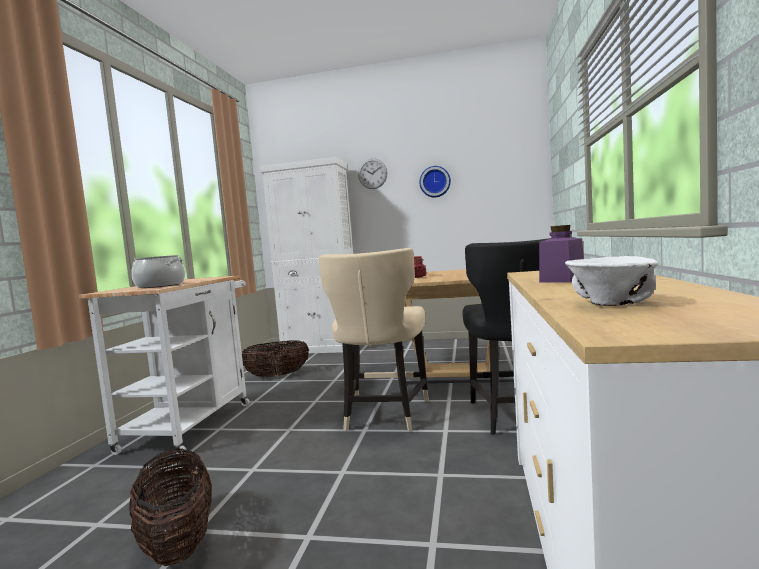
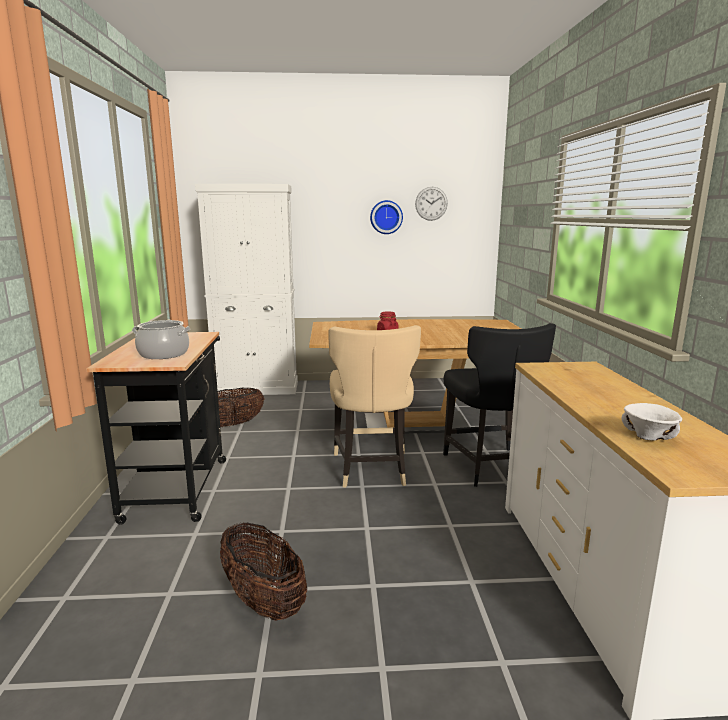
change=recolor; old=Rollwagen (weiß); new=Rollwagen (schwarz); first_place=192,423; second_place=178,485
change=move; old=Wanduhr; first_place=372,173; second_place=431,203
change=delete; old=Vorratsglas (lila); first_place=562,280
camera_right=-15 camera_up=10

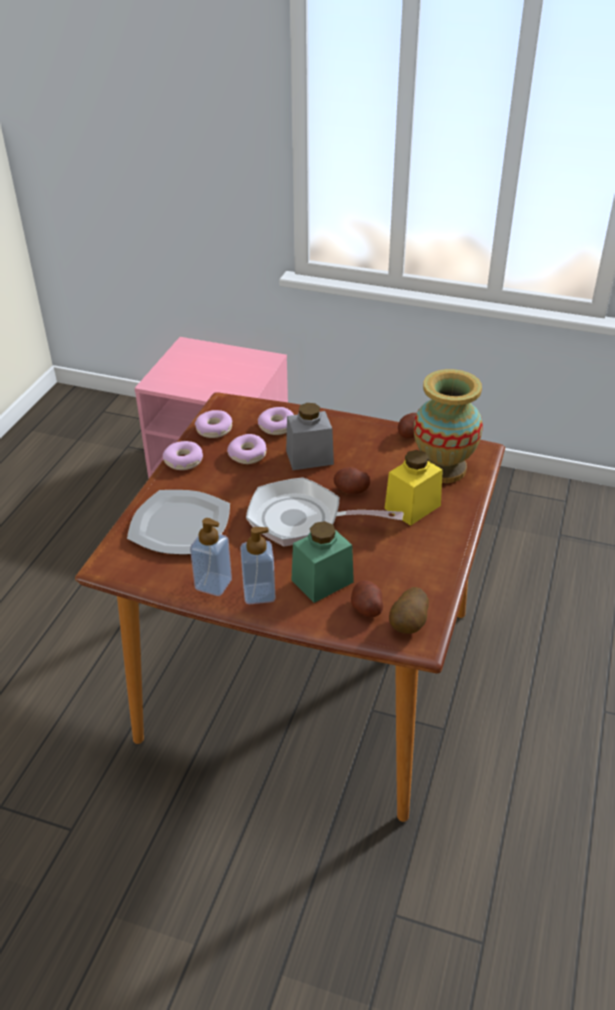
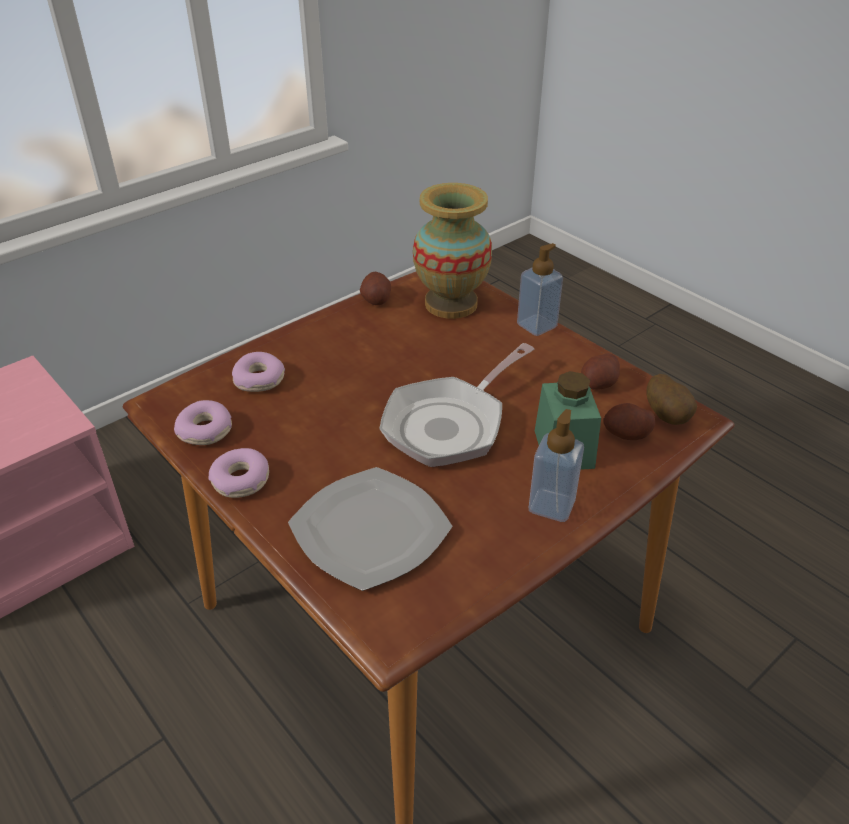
change=move; old=Seifenspender; first_place=213,584; second_place=536,325
change=delete; old=Donut; first_place=248,455
change=delete; old=Vorratsglas (grau); first_place=309,457
change=move; old=Kartoffel; first_place=351,490; second_place=598,384
change=delete; old=Vorratsglas (gelb); first_place=412,507
camera_right=-60 camera_up=0

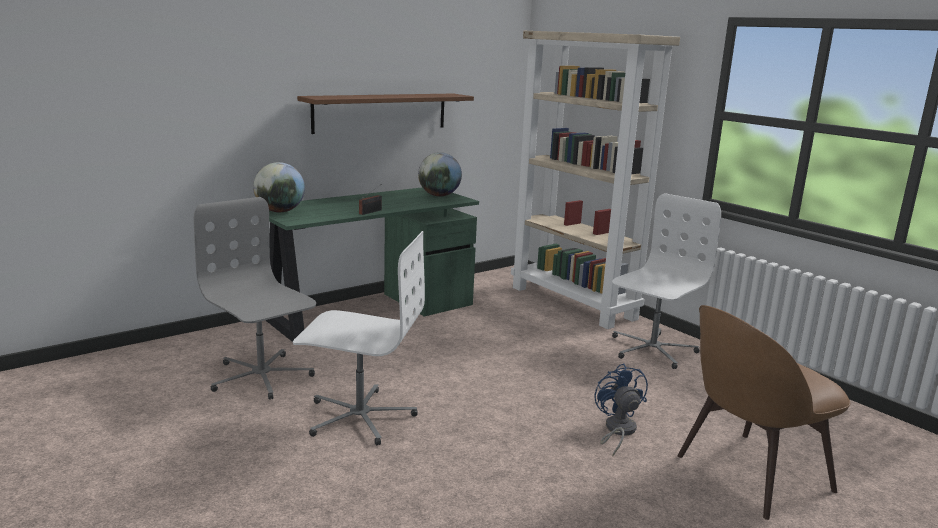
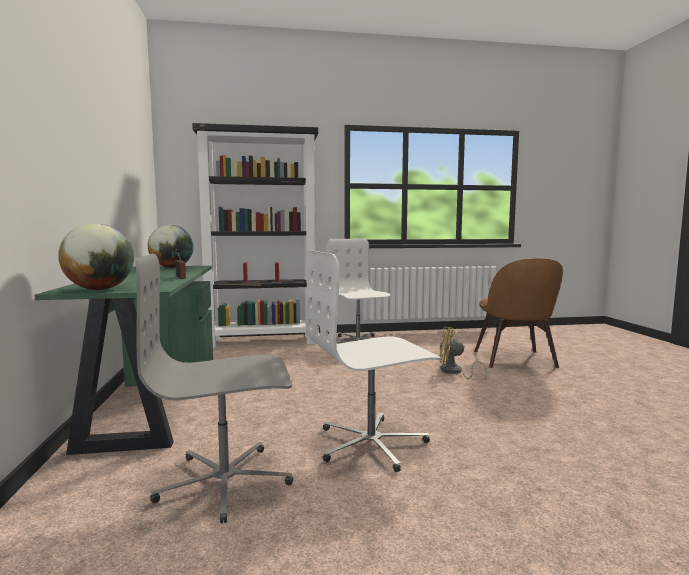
change=rotate; old=Bürostuhl (weiß); first_place=359,416; second_place=372,444; degrees=-150
change=delete; old=Wandregal (braun); first_place=381,112
change=recolor; old=Bücherregal (beige); new=Bücherregal (schwarz); first_place=574,303; second_place=263,341
change=recolor; old=Ventilator (blau); new=Ventilator (gelb); first_place=617,431; second_place=454,372
camera_right=-60 camera_up=-10

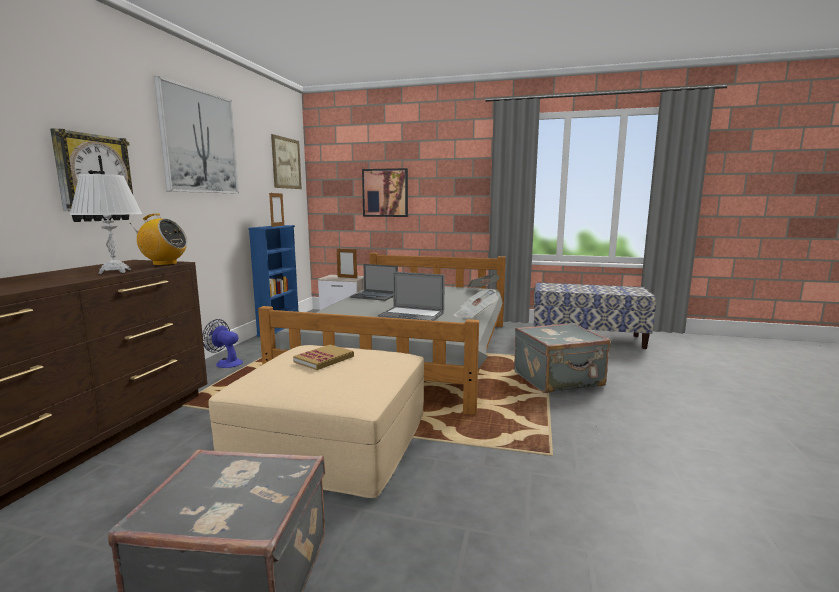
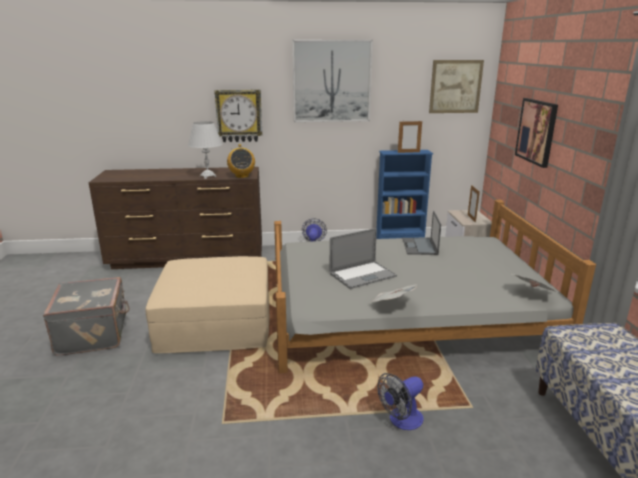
change=delete; old=Buch; first_place=324,359
change=rotate; old=Laptop; first_place=411,315; second_place=362,275; degrees=-120
change=replace; old=Koffer (grau); new=Ventilator; first_place=559,380; second_place=401,421
camera_right=70 camera_up=10

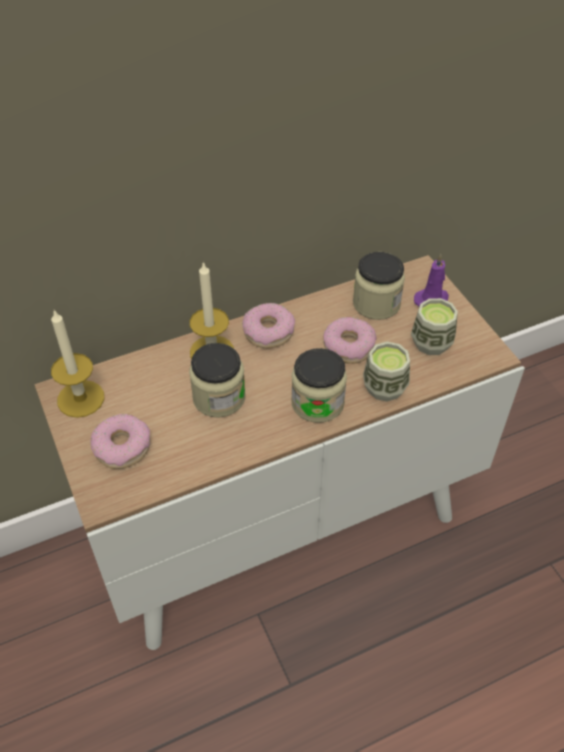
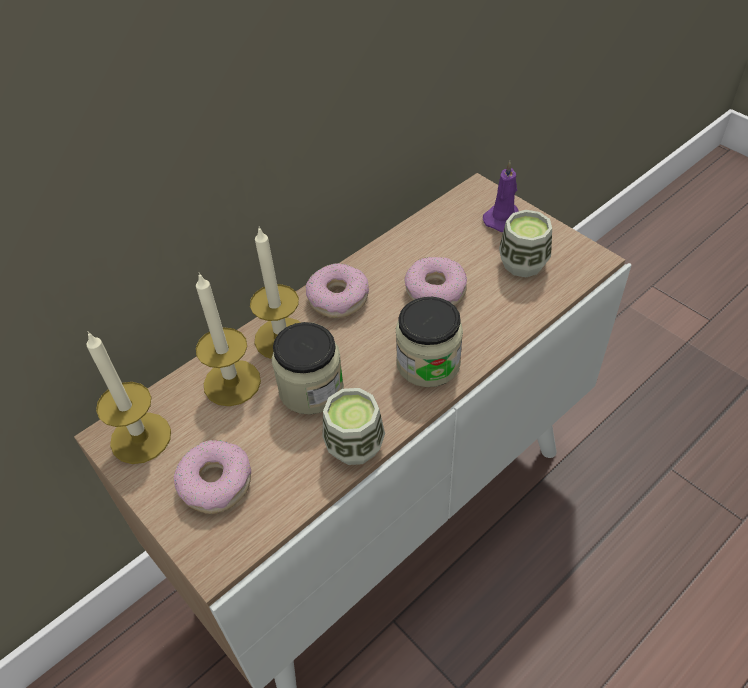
change=delete; old=Vorratsglas; first_place=376,303
change=move; old=Tasse; first_place=384,387; second_place=354,445
change=insert; new=Kerze; second_place=232,382
camera_right=-15 camera_up=0

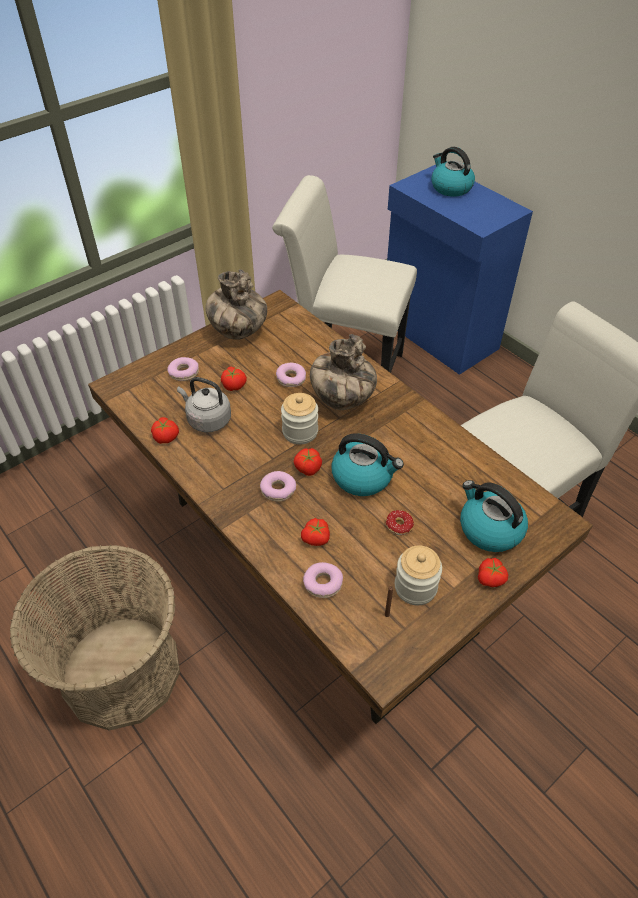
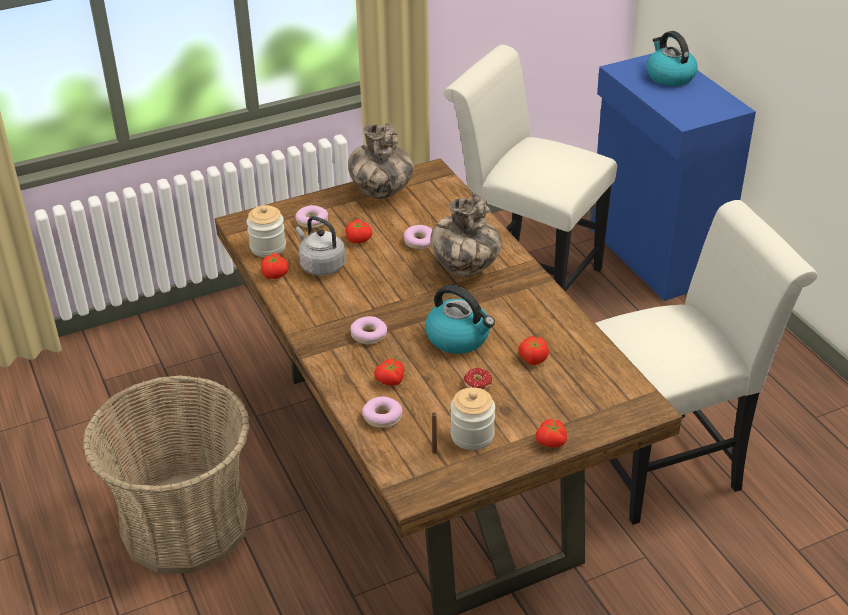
change=move; old=Vorratsglas; first_place=300,432; second_place=268,247
change=move; old=Tomate; first_place=307,468; second_place=533,358
change=delete; old=Wasserkessel; first_place=489,529
camera_right=15 camera_up=-10

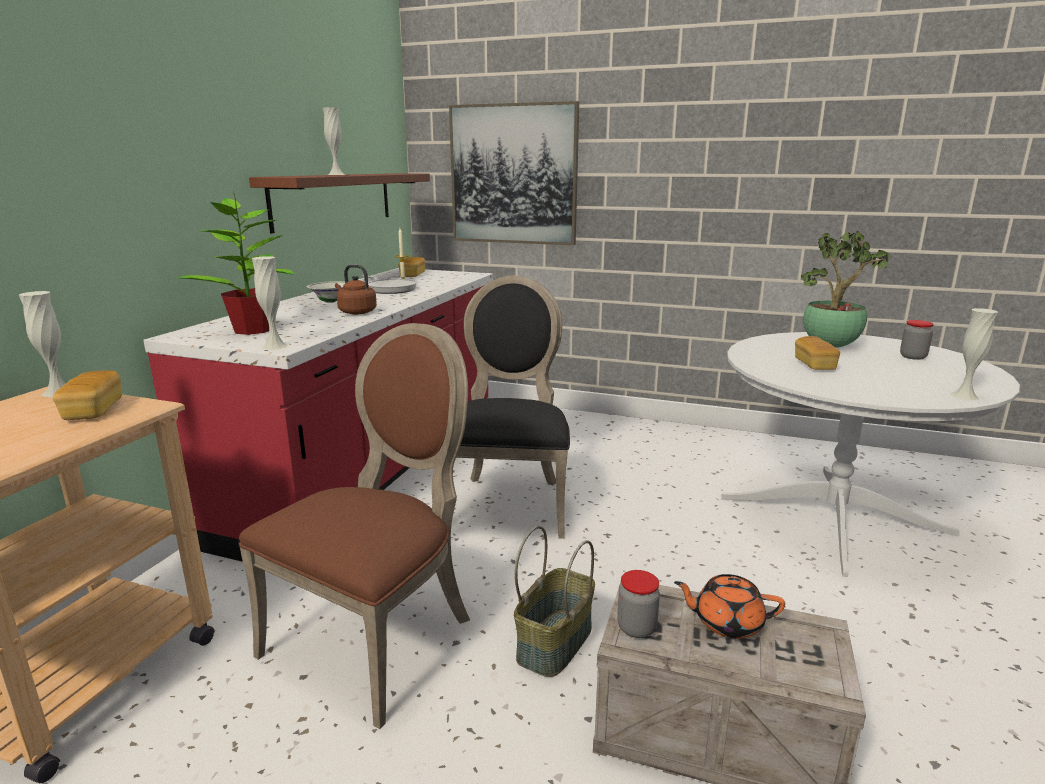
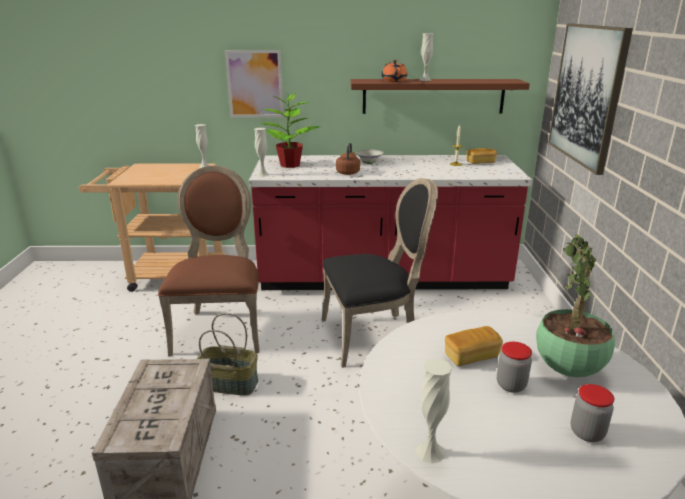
change=delete; old=Brot; first_place=93,411
change=rotate; old=Stuhl (braun); first_place=378,635; second_place=220,329; degrees=-105
change=delete; old=Pfanne; first_place=389,289
change=move; old=Vorratsglas; first_place=636,628; second_place=511,385
change=move; old=Teekanne (orange); first_place=726,622; second_place=394,80
change=insert; new=Bild; second_place=255,84
camera_right=70 camera_up=5

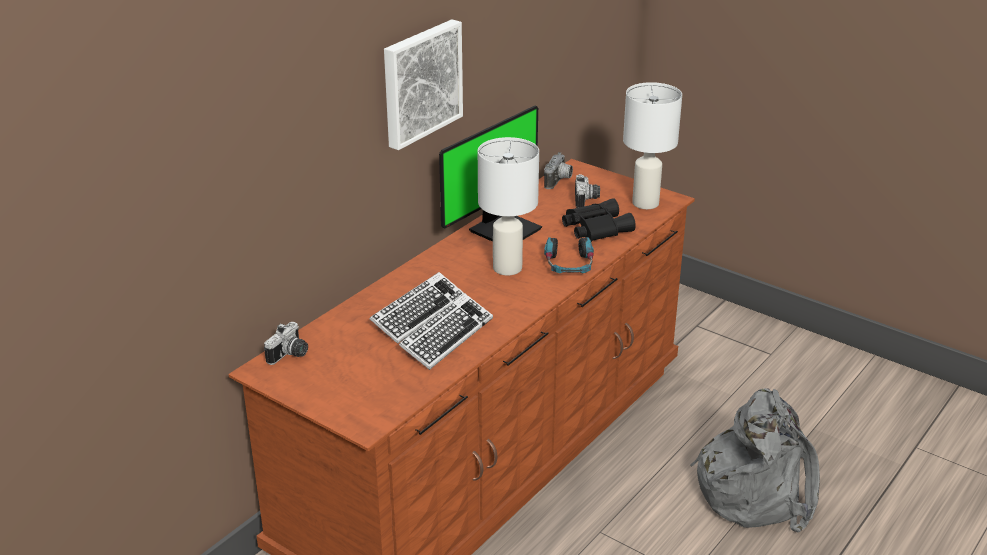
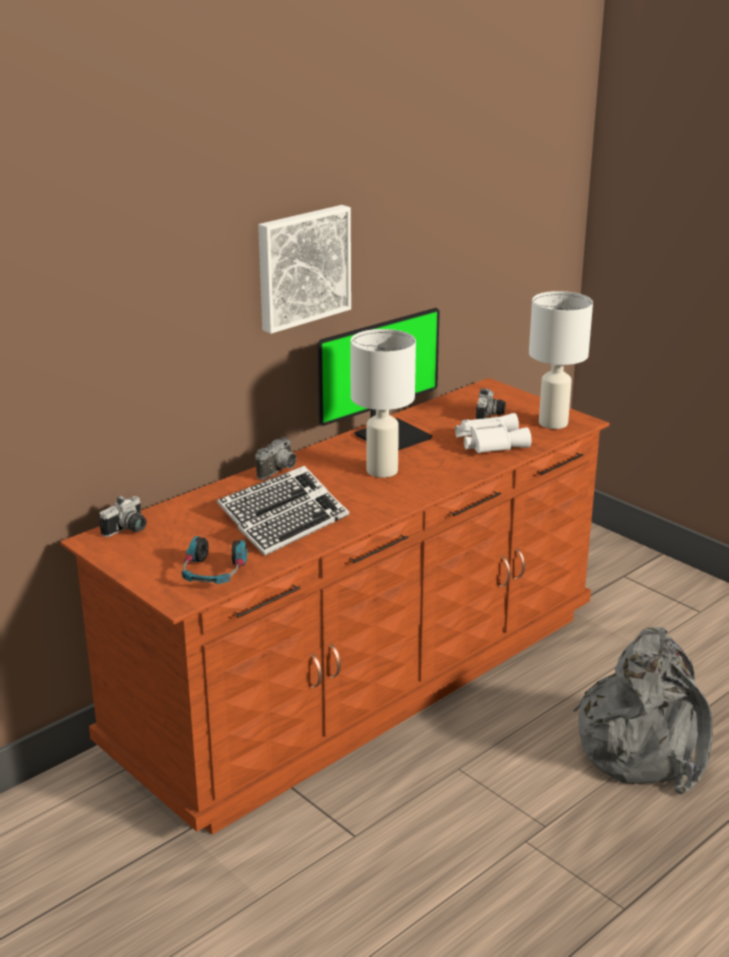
change=move; old=Kamera; first_place=559,181; second_place=279,471
change=move; old=Kopfhörer; first_place=569,265; second_place=213,573
change=recolor; old=Fernglas (schwarz); new=Fernglas (weiß); first_place=595,228; second_place=489,441
camera_right=10 camera_up=-5

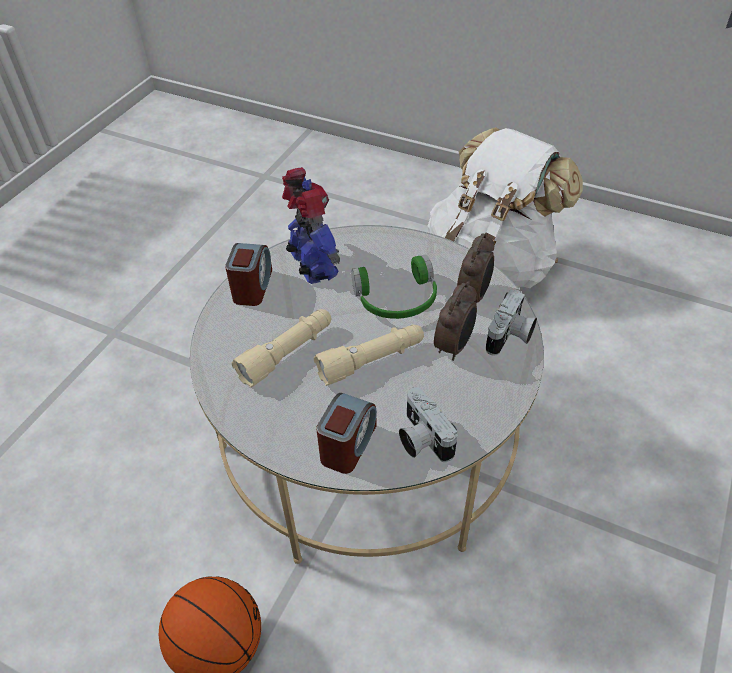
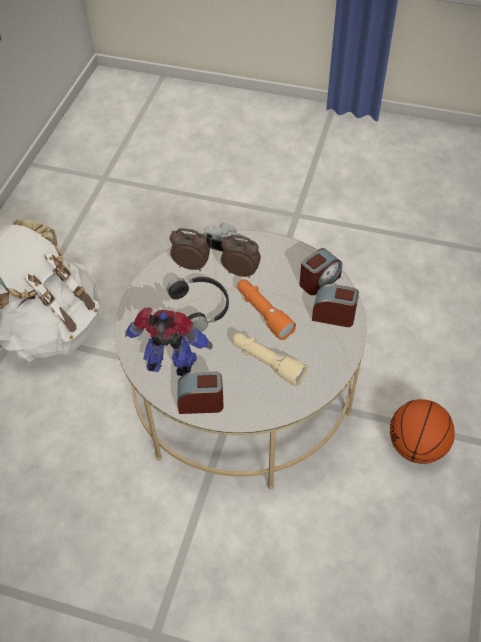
change=rotate; old=Spielzeugroboter; first_place=312,266; second_place=171,365; degrees=45
change=recolor; old=Taschenlampe (beige); new=Taschenlampe (orange); first_place=371,361; second_place=263,313
change=recolor; old=Kopfhörer (grün); new=Kopfhörer (schwarz); first_place=397,300; second_place=202,307
change=replace; old=Kamera; new=Wecker; first_place=421,439; second_place=319,281
camera_right=-100 camera_up=5

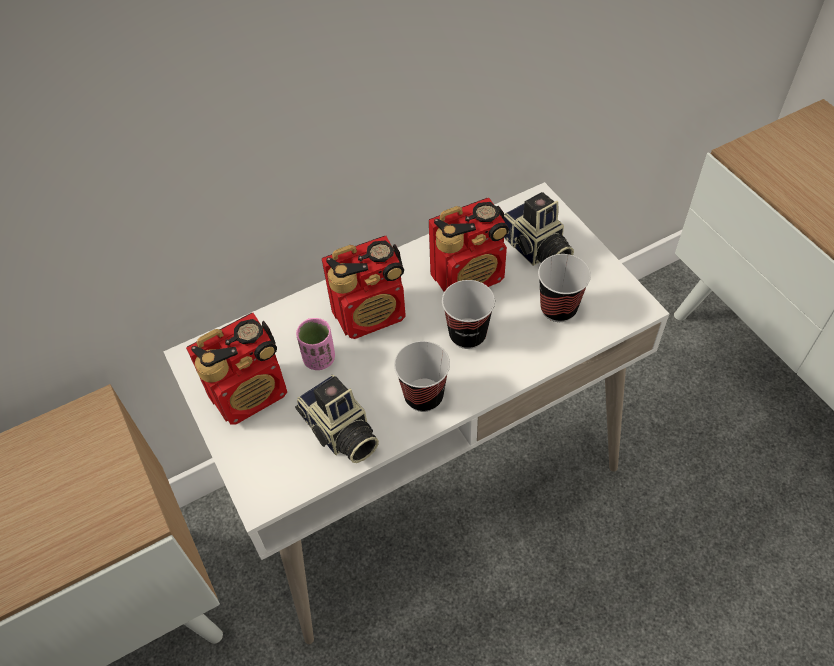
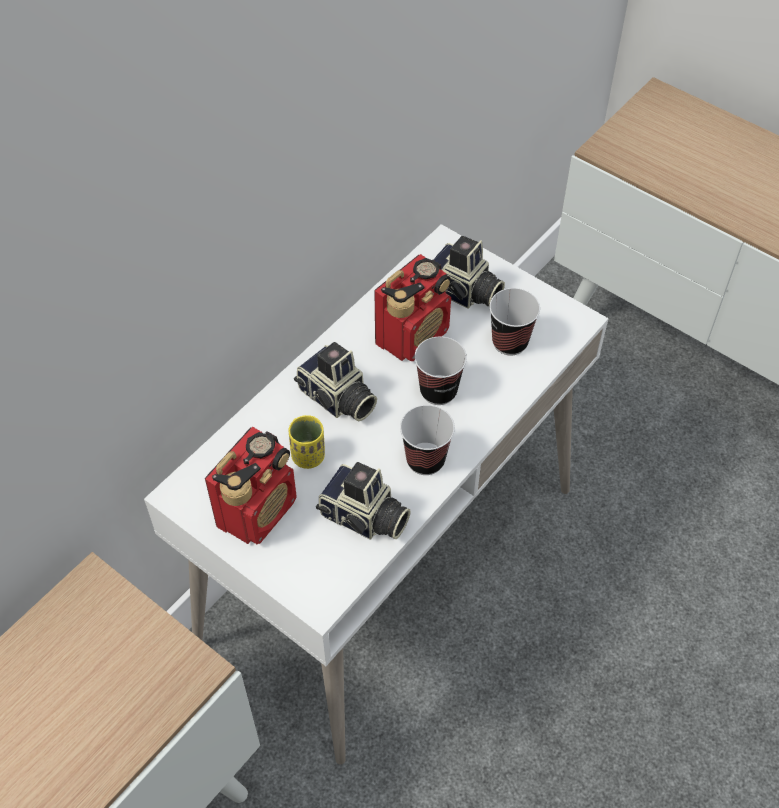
change=recolor; old=Tasse (rosa); new=Tasse (gelb); first_place=319,359; second_place=308,456
change=replace; old=Radio; new=Kamera; first_place=371,314; second_place=337,399
camera_right=-25 camera_up=0

